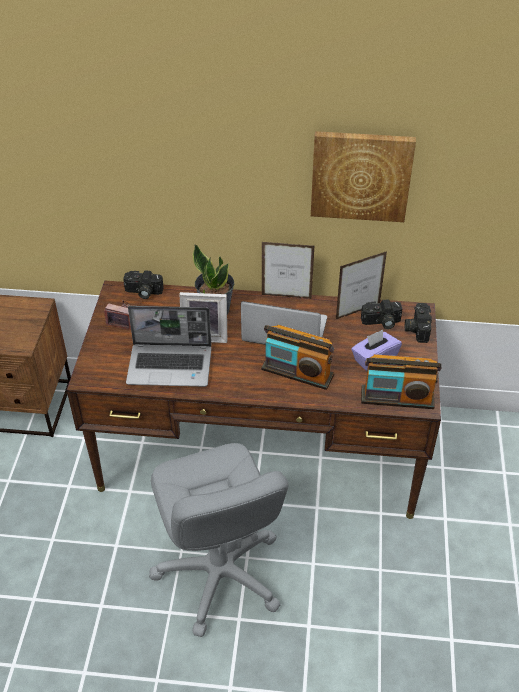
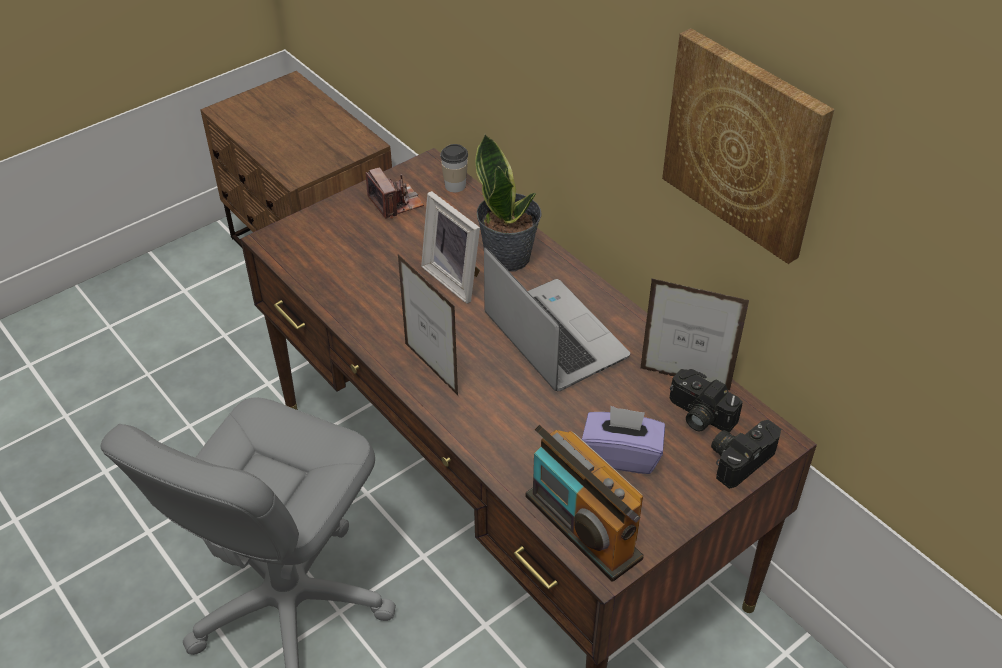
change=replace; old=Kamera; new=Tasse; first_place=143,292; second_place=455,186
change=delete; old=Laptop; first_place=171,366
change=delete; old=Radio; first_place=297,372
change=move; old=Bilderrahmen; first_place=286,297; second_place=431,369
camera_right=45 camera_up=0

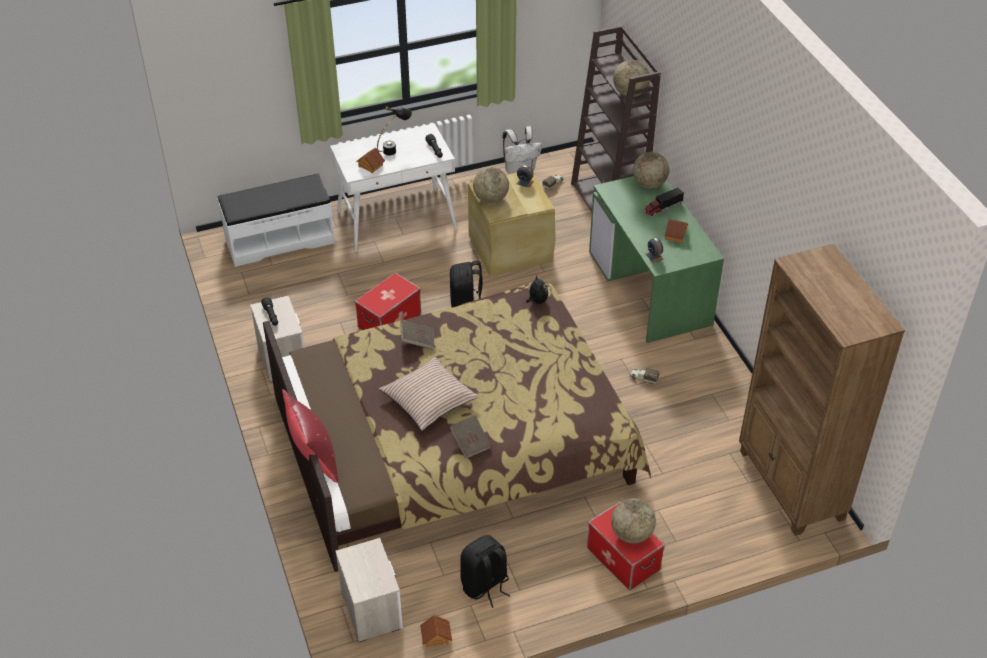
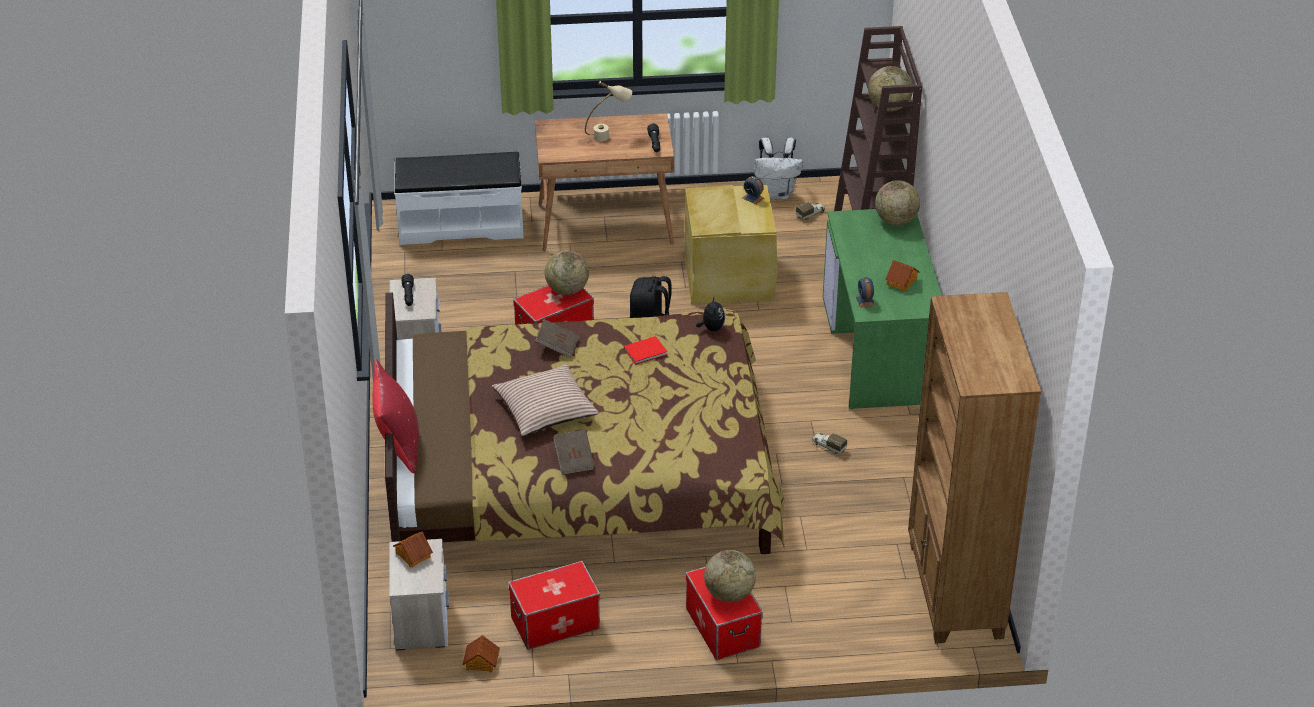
change=recolor; old=Schreibtisch (weiß); new=Schreibtisch (braun); first_place=397,220; second_place=606,224
change=move; old=Spielzeughaus; first_place=370,166; second_place=412,555
change=recolor; old=Tischlampe (schwarz); new=Tischlampe (beige); first_place=395,149; second_place=608,135
change=replace; old=Rucksack (schwarz); new=Aufbewahrungsbox; first_place=485,585; second_place=555,623
change=move; old=Globus; first_place=491,199; second_place=567,290
change=delete; old=Spielzeuglaster; first_place=662,208
change=insert; new=Buch (rot); second_place=646,352
camera_right=15 camera_up=-5

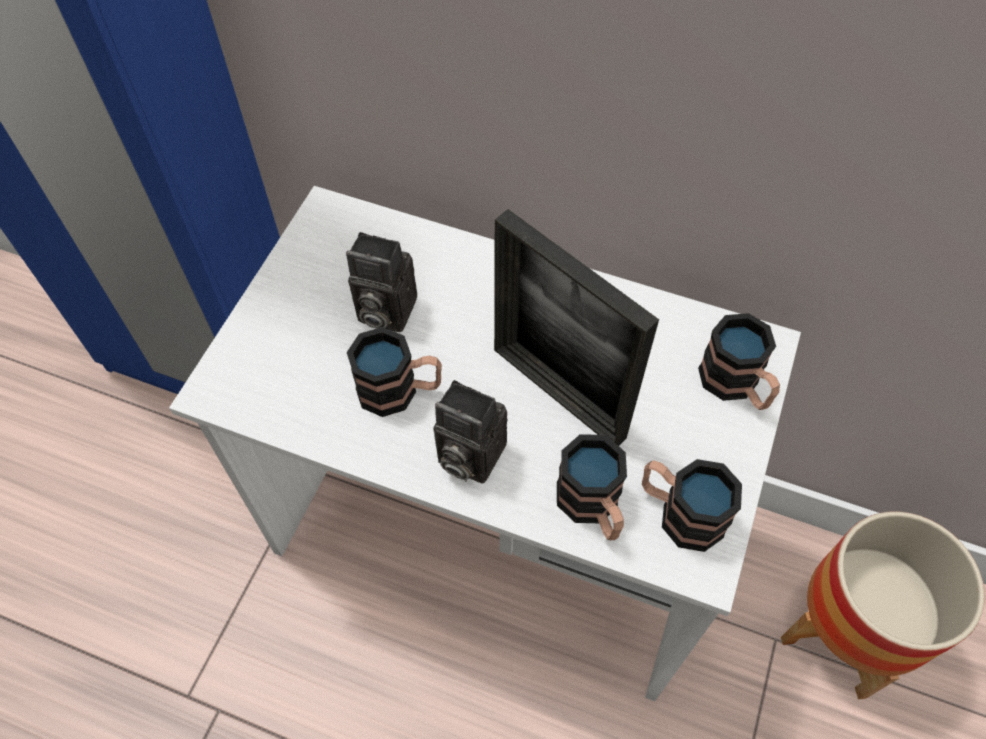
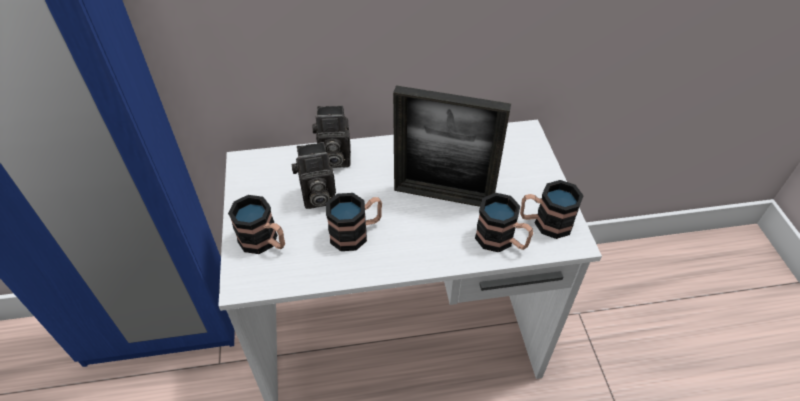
change=move; old=Kamera; first_place=466,455; second_place=333,159
change=move; old=Henkelbecher; first_place=736,385; second_place=264,242
change=delete; old=Pflanzkübel; first_place=843,635
camera_right=-30 camera_up=-10

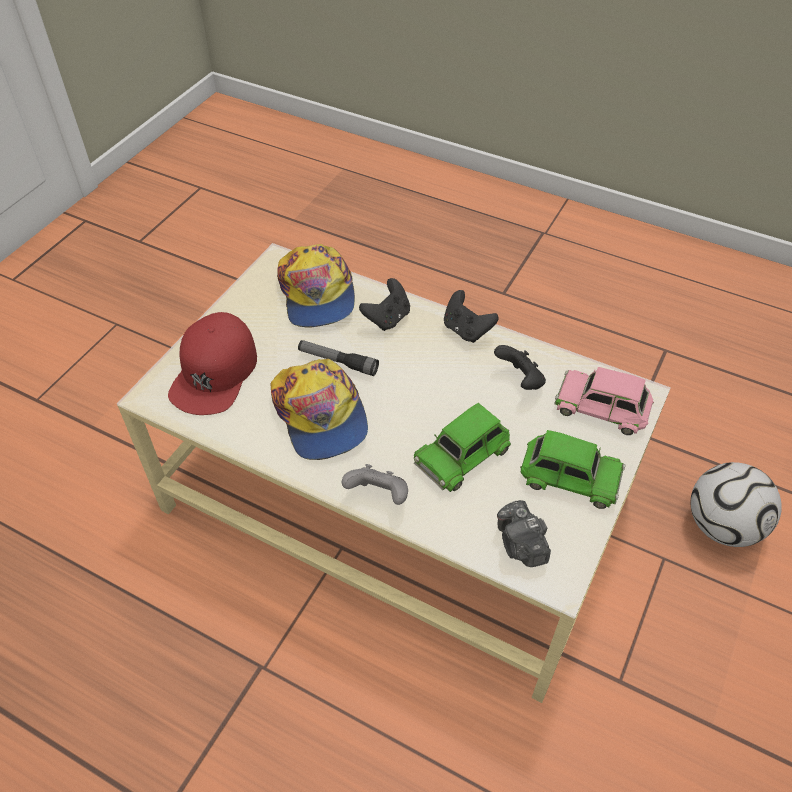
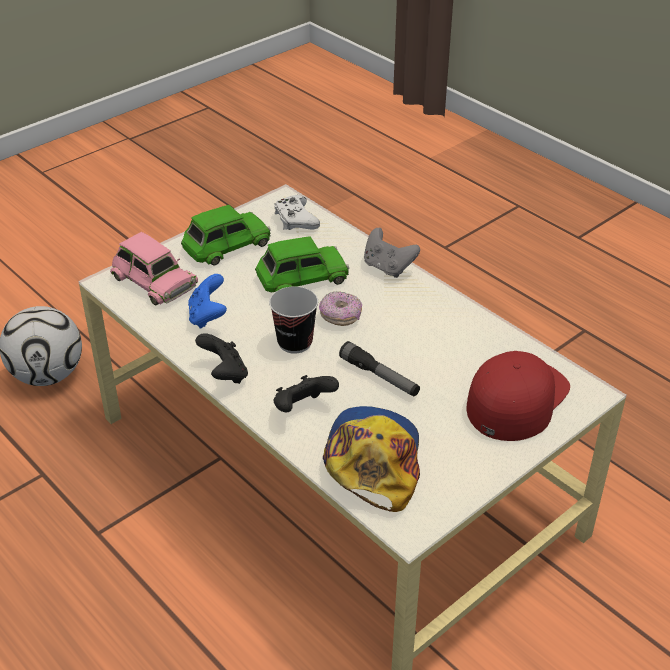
change=delete; old=Kappe; first_place=320,415
change=recolor; old=Gamepad (schwarz); new=Gamepad (blau); first_place=520,380; second_place=208,316
change=replace; old=Kamera; new=Gamepad (weiß); first_place=520,545; second_place=295,219
change=rotate; old=Spielzeugauto (grün); first_place=569,476; second_place=226,245; degrees=105
change=insert; new=Tasse; second_place=295,342
change=insert; new=Donut; second_place=340,316
camera_right=-160 camera_up=-10

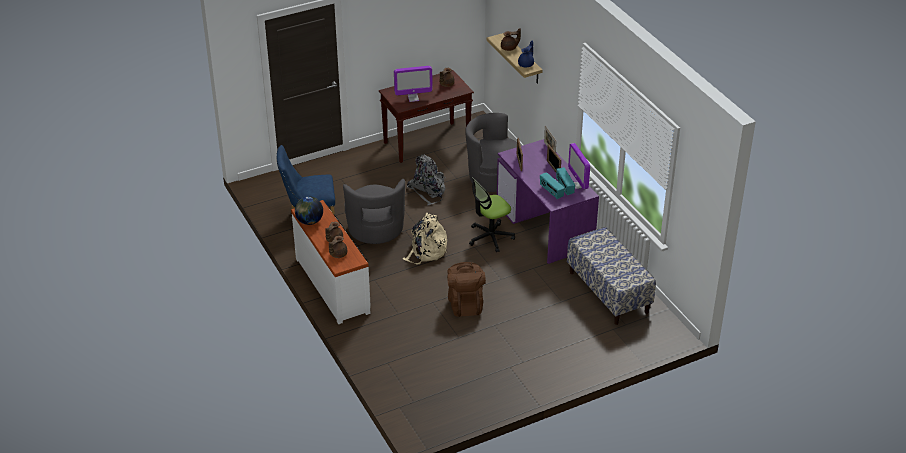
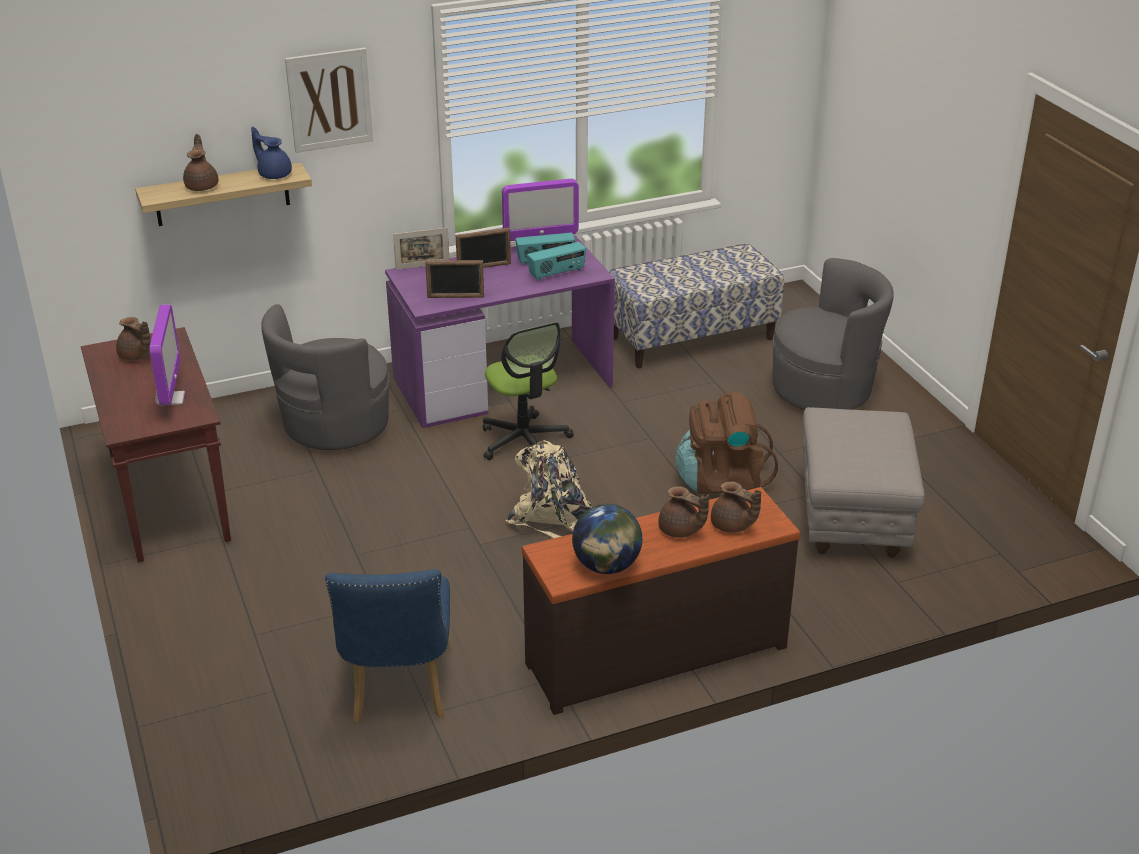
change=recolor; old=Kommode (weiß); new=Kommode (braun); first_place=333,285; second_place=655,653
change=move; old=Sessel (grau); first_place=375,230; second_place=824,389
change=delete; old=Rucksack (grau); first_place=428,190
change=insert; new=Bild; second_place=329,99
change=insert; new=Polsterhocker (grau); second_place=853,521
camera_right=-85 camera_up=-5

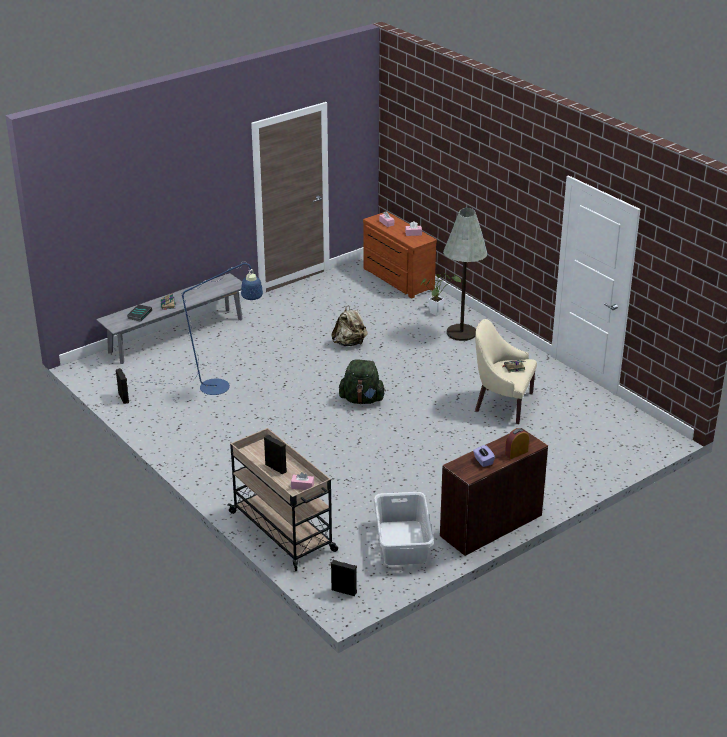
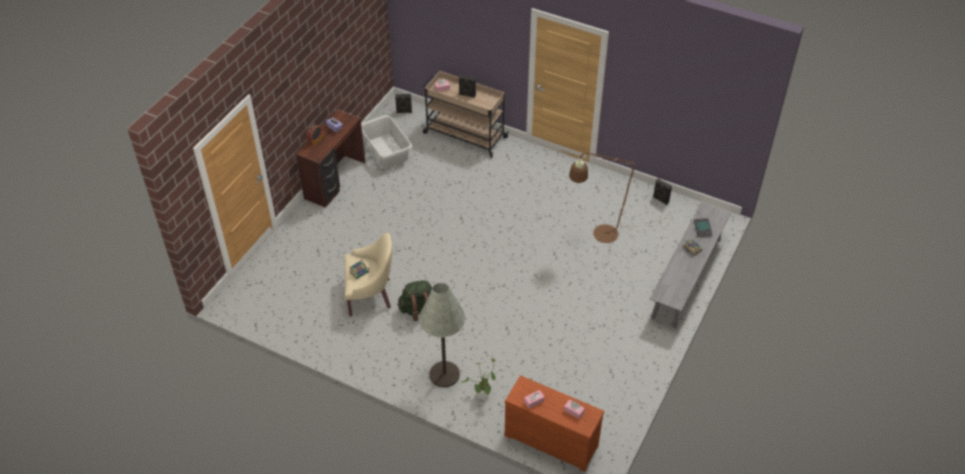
change=recolor; old=Stehlampe (blau); new=Stehlampe (braun); first_place=222,387; second_place=599,235
change=delete; old=Rucksack (beige); first_place=350,343
change=move; old=Rucksack (grün); first_place=362,400; second_place=418,309
camera_right=155 camera_up=15

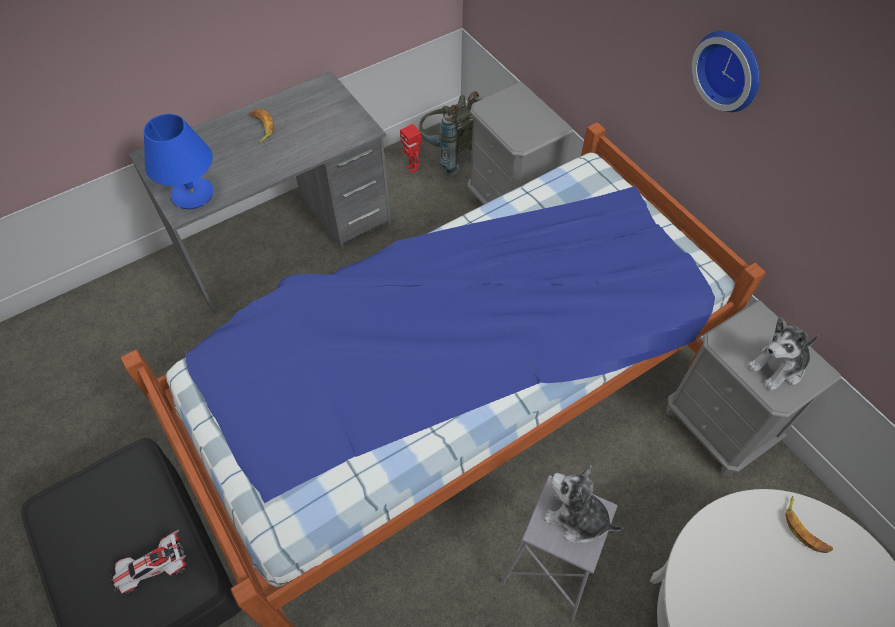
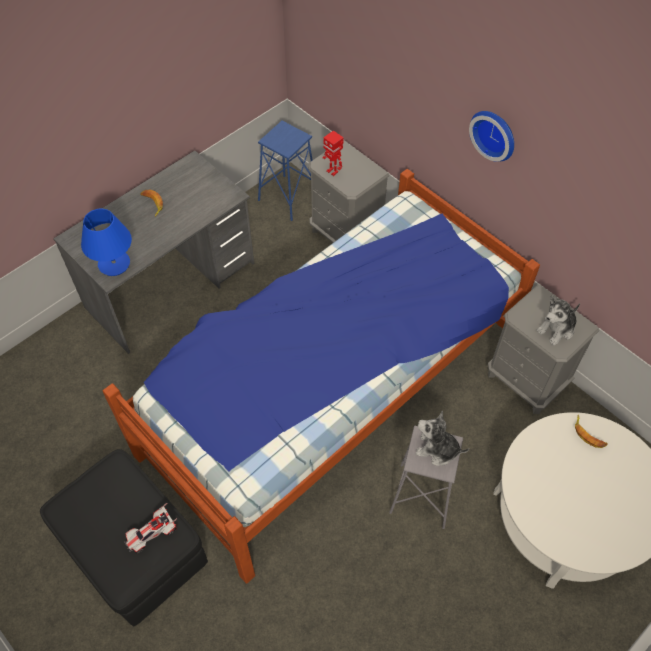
change=move; old=Spielzeugroboter; first_place=412,168; second_place=332,171
change=replace; old=Rucksack (grau); new=Hocker (blau); first_place=448,154; second_place=288,198
camera_right=-10 camera_up=0

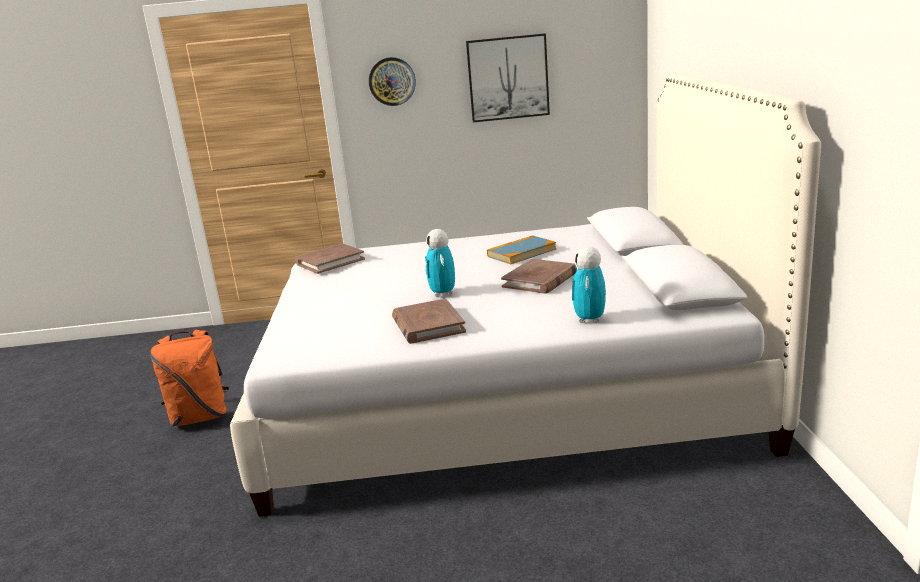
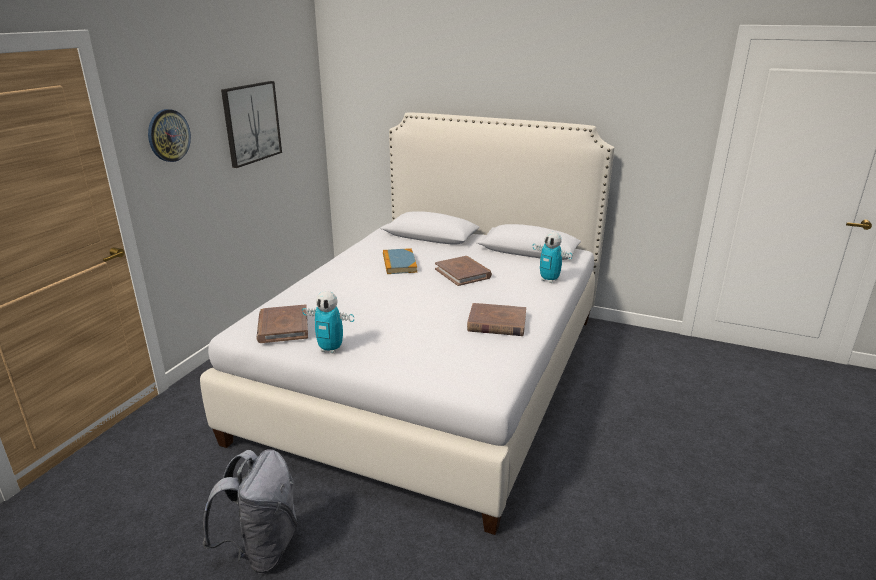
change=recolor; old=Rucksack (orange); new=Rucksack (grau); first_place=200,417; second_place=262,548
change=move; old=Spielzeugroboter; first_place=442,294; second_place=330,349
camera_right=-65 camera_up=5

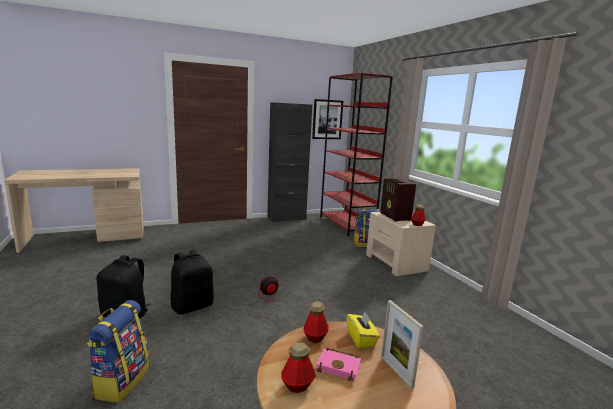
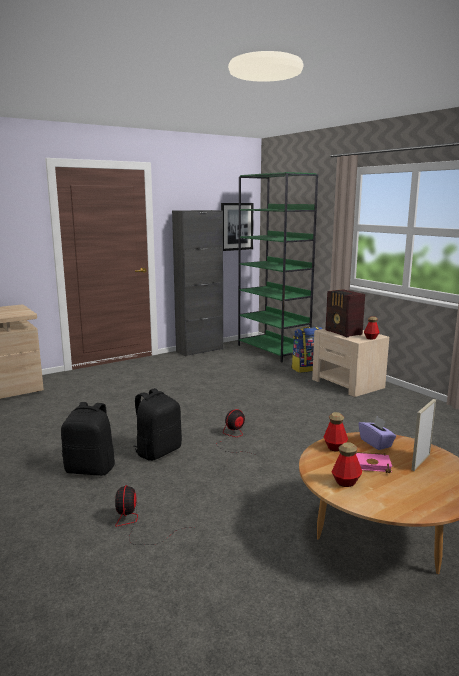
change=replace; old=Rucksack; new=Ventilator; first_place=121,381; second_place=137,524
change=recolor; old=Bücherregal (rot); new=Bücherregal (grün); first_place=347,225; second_place=273,350
change=recolor; old=Taschentuchbox (gelb); new=Taschentuchbox (lila); first_place=361,339; second_place=376,443
change=rotate; old=Bilderrahmen; first_place=396,372; second_place=420,462; degrees=75
camera_right=-10 camera_up=0

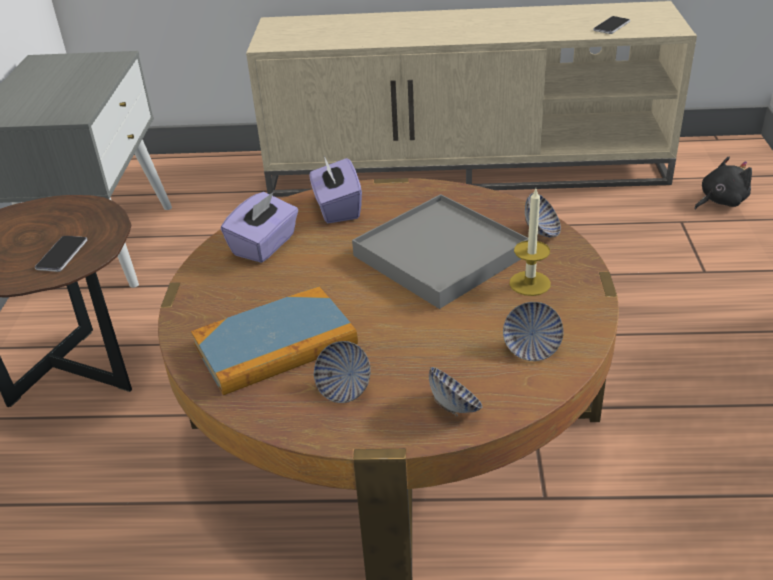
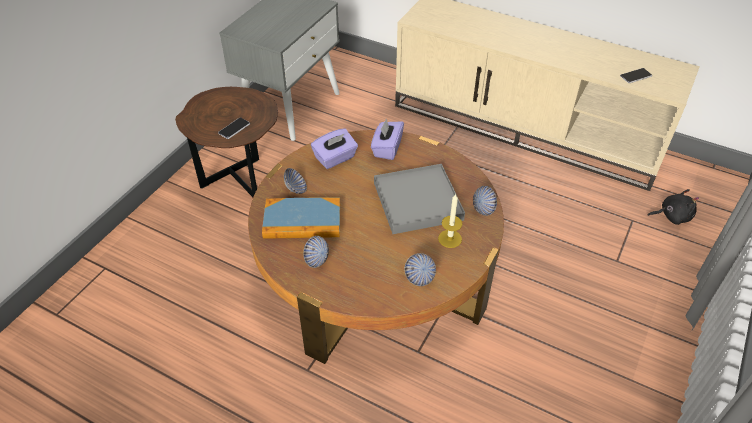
change=move; old=Schüssel; first_place=455,407; second_place=296,189
camera_right=25 camera_up=10

